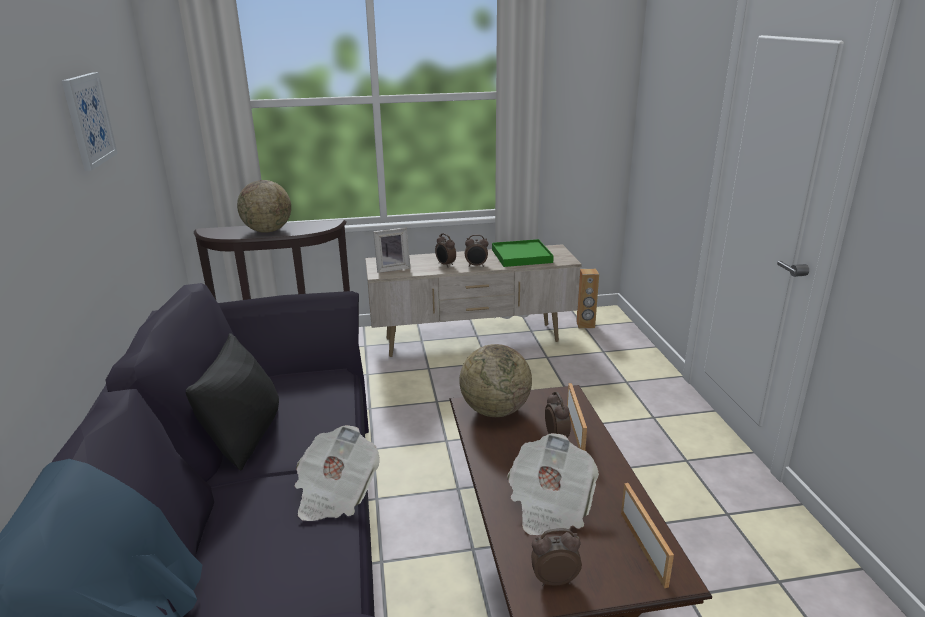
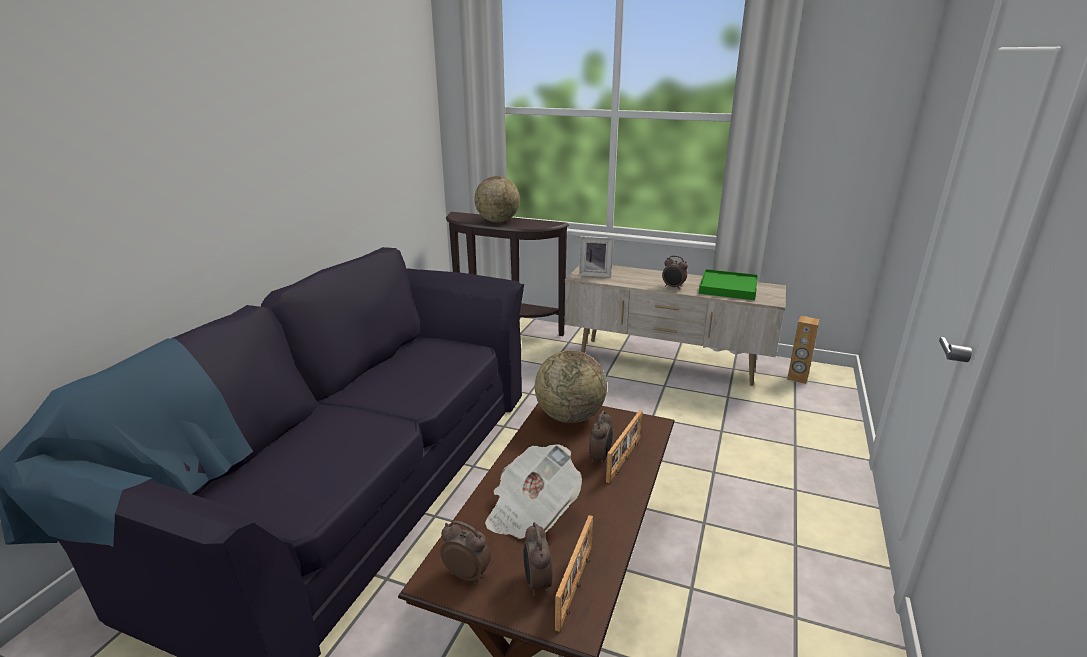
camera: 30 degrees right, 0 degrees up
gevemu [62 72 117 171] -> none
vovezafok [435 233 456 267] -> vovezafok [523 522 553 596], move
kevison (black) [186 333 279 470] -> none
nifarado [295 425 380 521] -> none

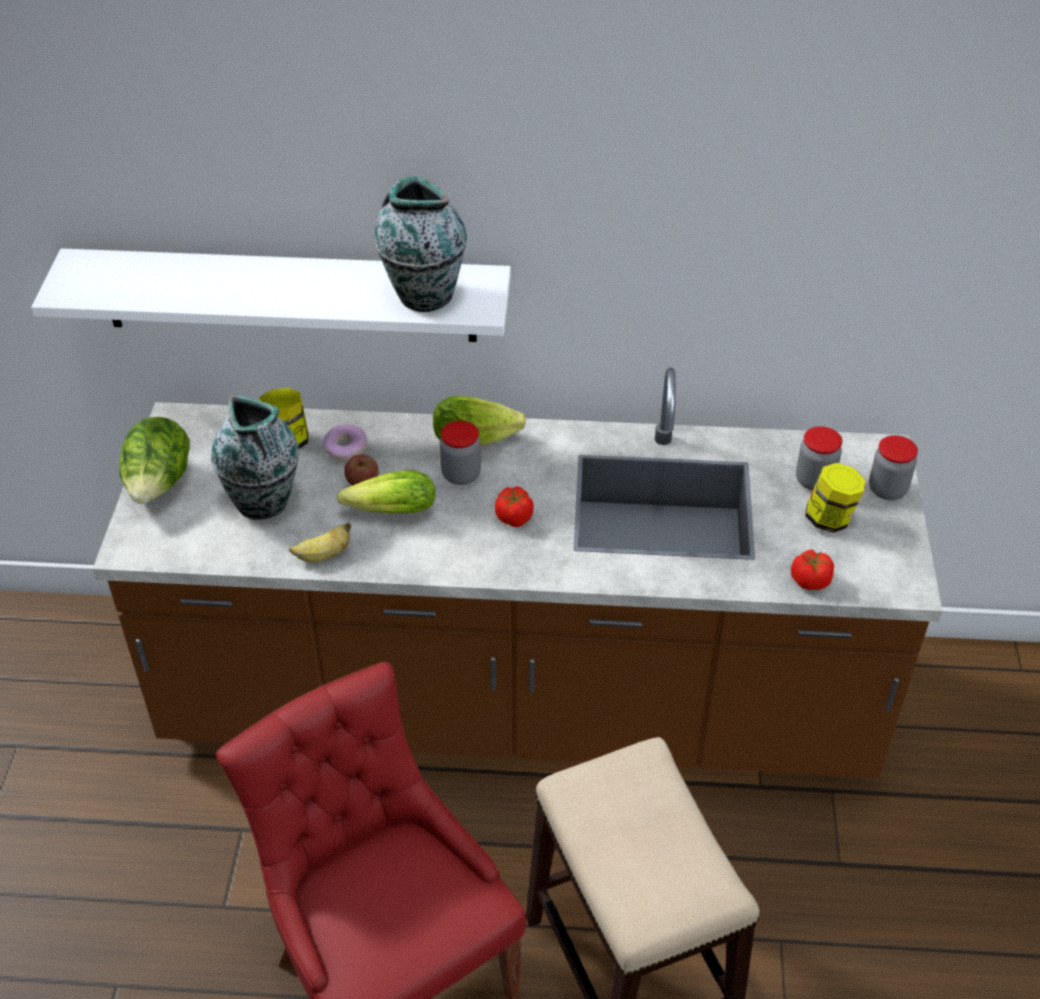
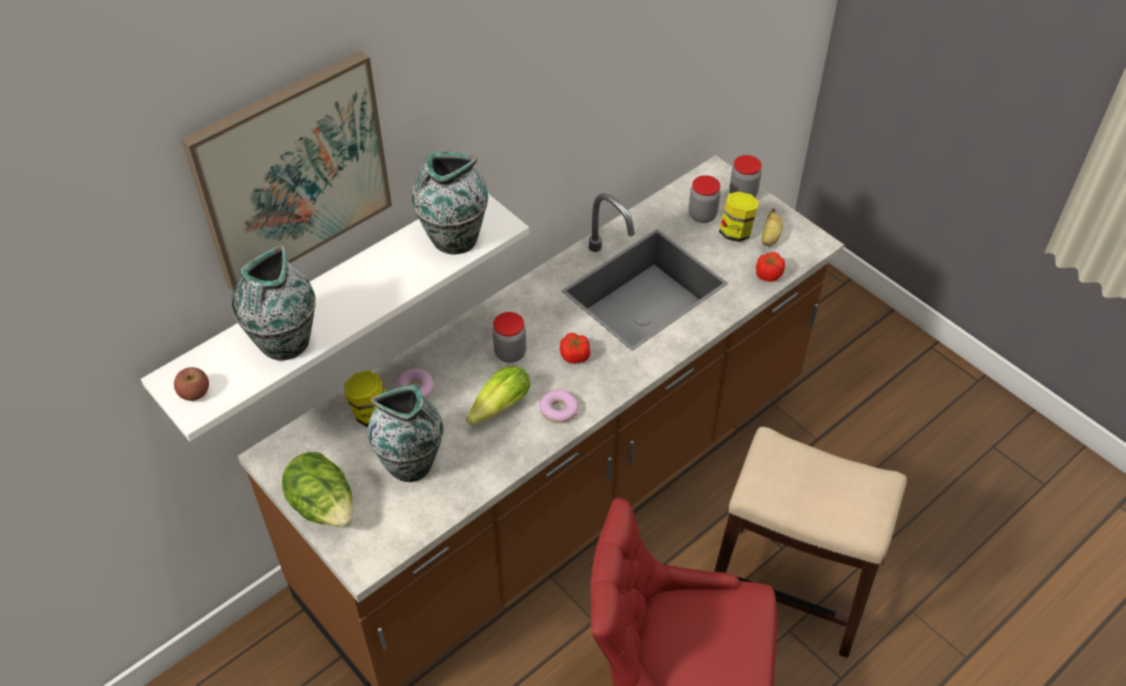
camera: 45 degrees left, 5 degrees up
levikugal [433 396 526 445] -> none
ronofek [344 454 379 486] -> ronofek [174 367 209 401], move
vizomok [289 522 351 562] -> vizomok [762 208 783 246], move
none -> gevemu [181 50 392 292]
none -> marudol [232 245 316 361]
none -> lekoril [539 390 579 424]

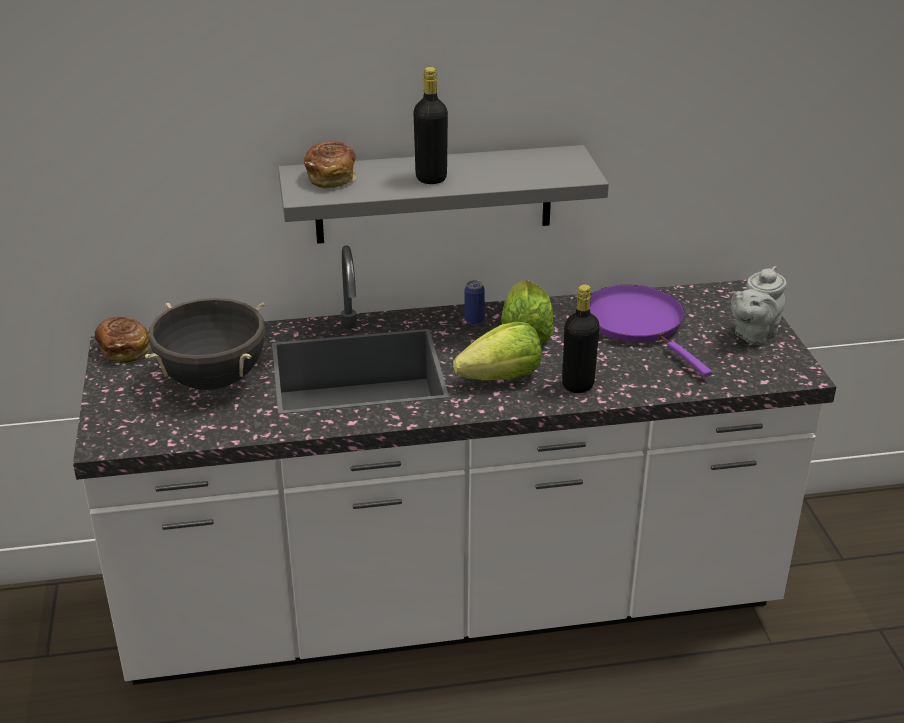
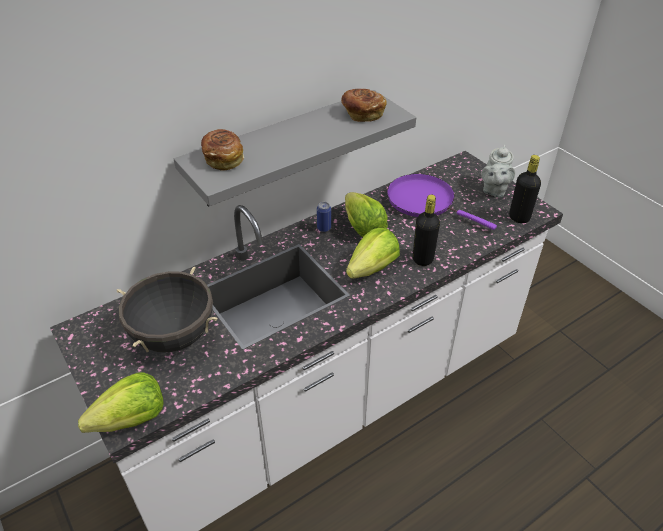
camera: 25 degrees left, 10 degrees up
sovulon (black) [413 67 448 184] -> sovulon (black) [509 155 541 223], move
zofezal [95 317 150 363] -> zofezal [341 89 386 122], move
none -> levikugal [78 372 164 433]

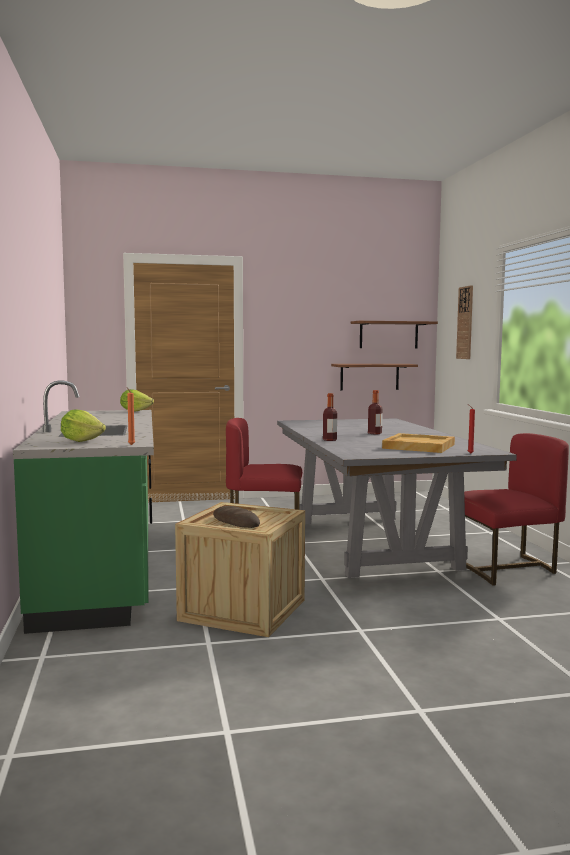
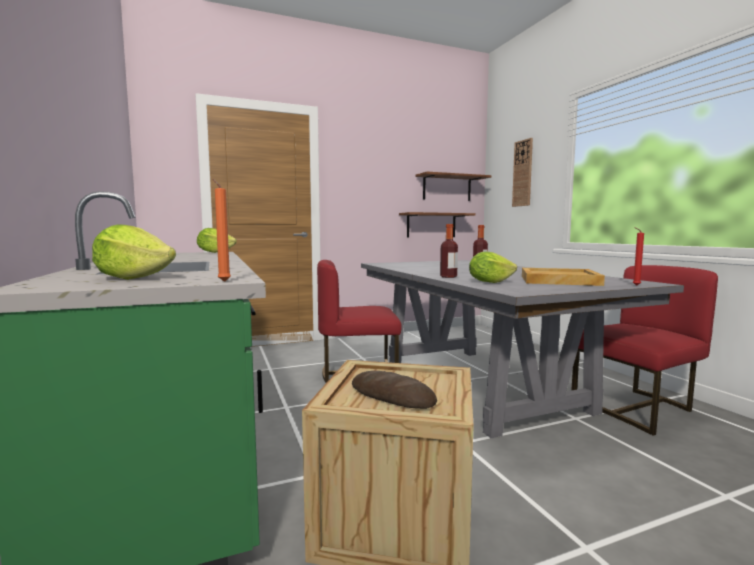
camera: 10 degrees left, 0 degrees up
none -> levikugal [469 251 517 283]

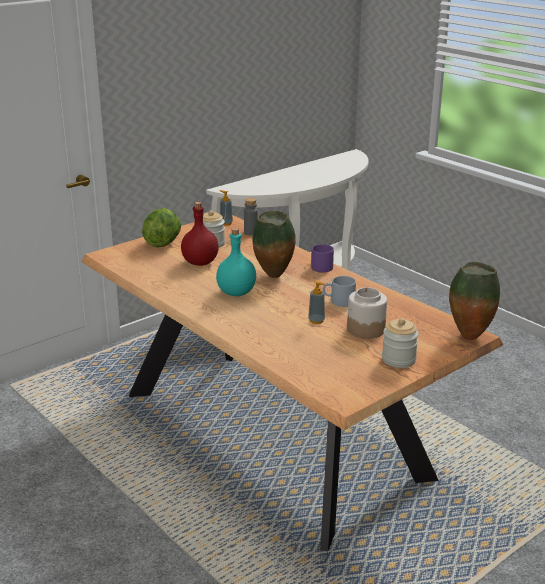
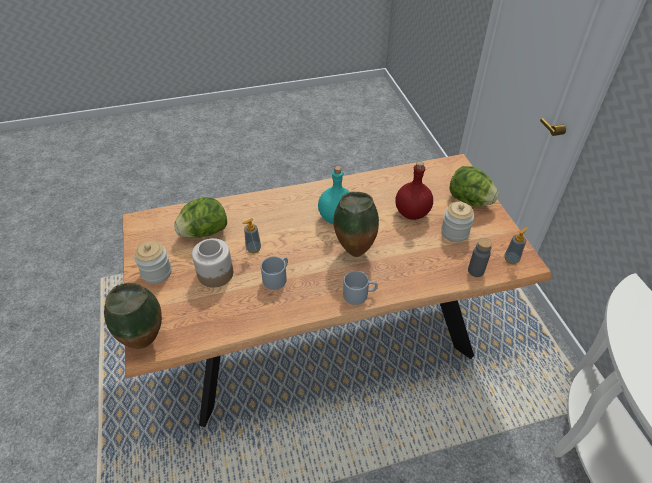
camera: 115 degrees right, 20 degrees up
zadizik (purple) [311 244 334 273] -> zadizik (grey) [343 271 378 305]
none -> levikugal [174 197 227 238]

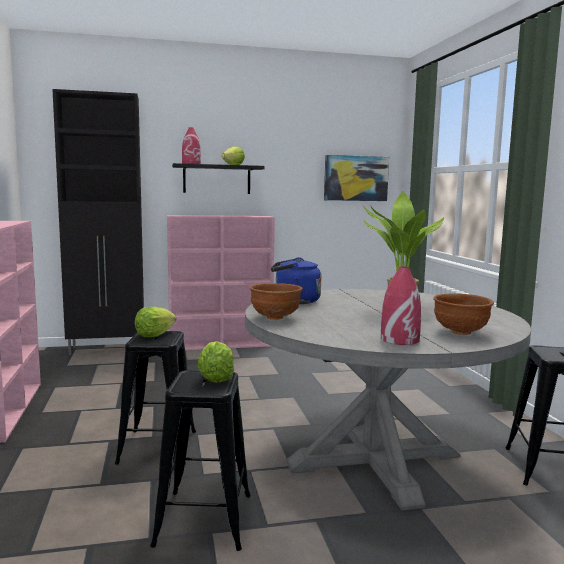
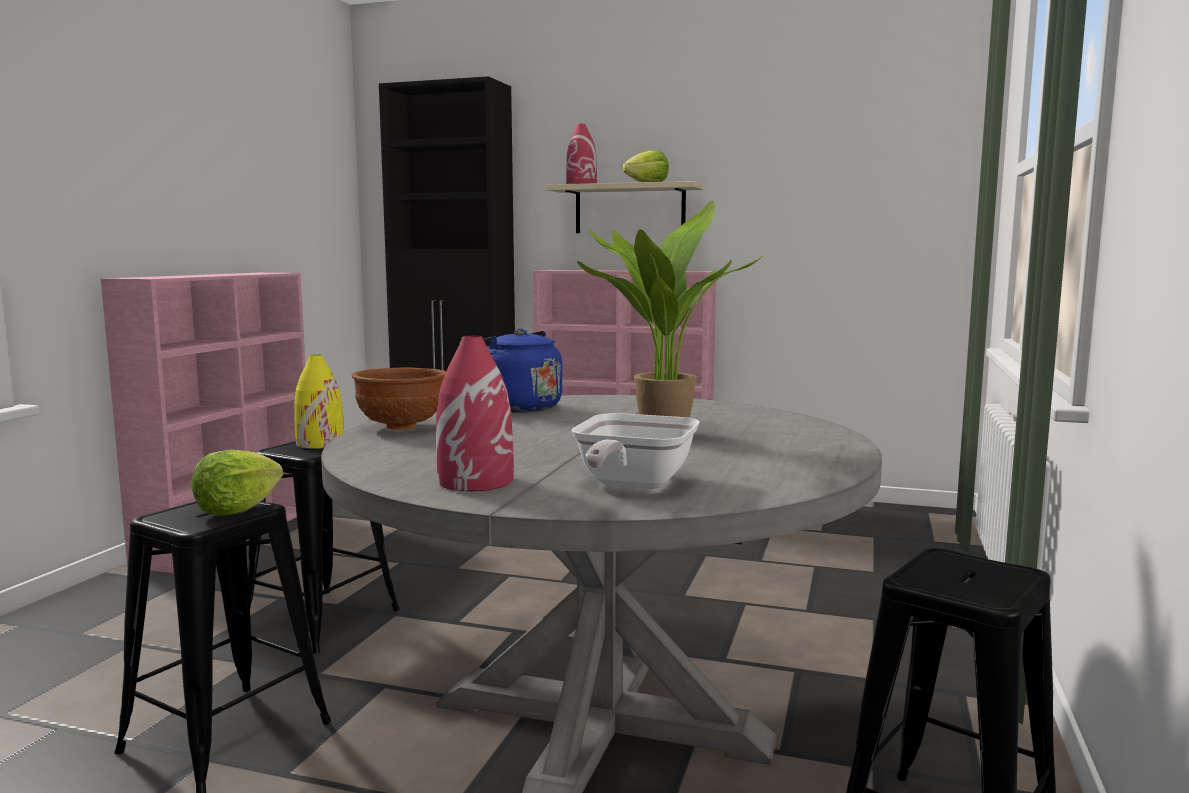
camera: 30 degrees right, 0 degrees up
gevemu [324 155 389 201] -> none
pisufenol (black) [172 163 265 194] -> pisufenol (beige) [546 181 704 233]
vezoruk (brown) [433 293 494 335] -> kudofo [571 413 700 489]
levikugal [134 306 176 337] -> marudol (yellow) [294 355 344 449]

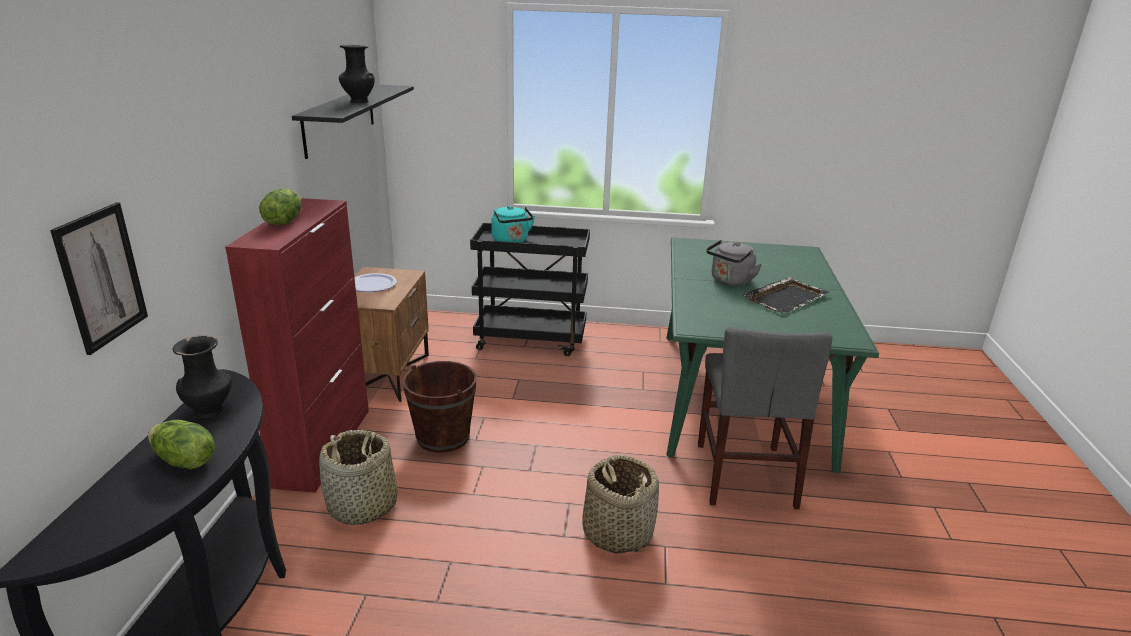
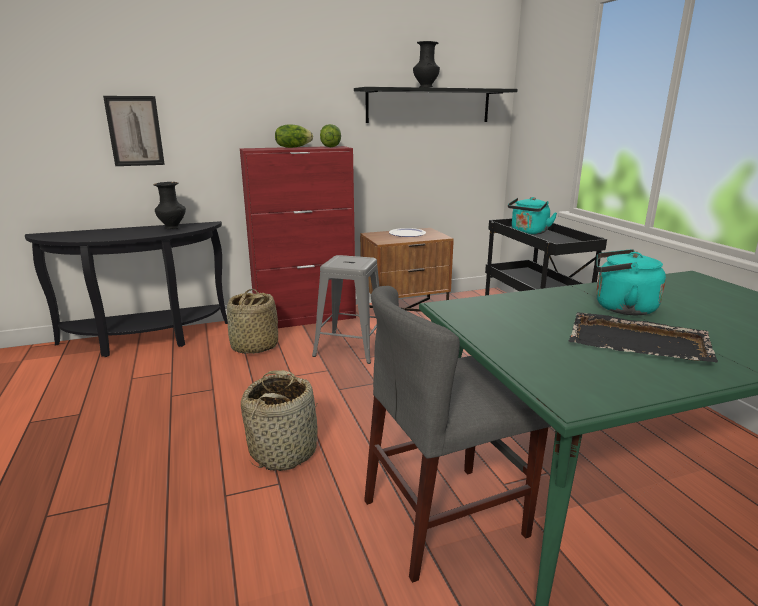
camera: 65 degrees right, 5 degrees down
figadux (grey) [706 240 762 286] -> figadux (turquoise) [596 249 666 315]
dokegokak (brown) [402 361 477 453] -> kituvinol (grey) [312 255 380 364]
levikugal [148 420 215 469] -> levikugal [320 124 341 147], move

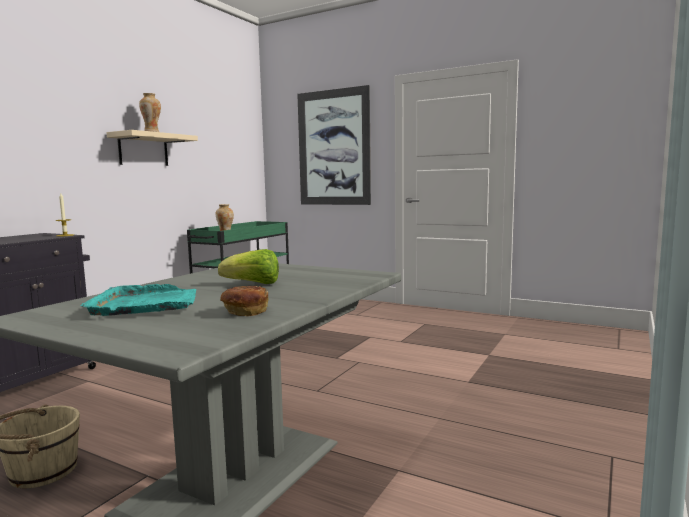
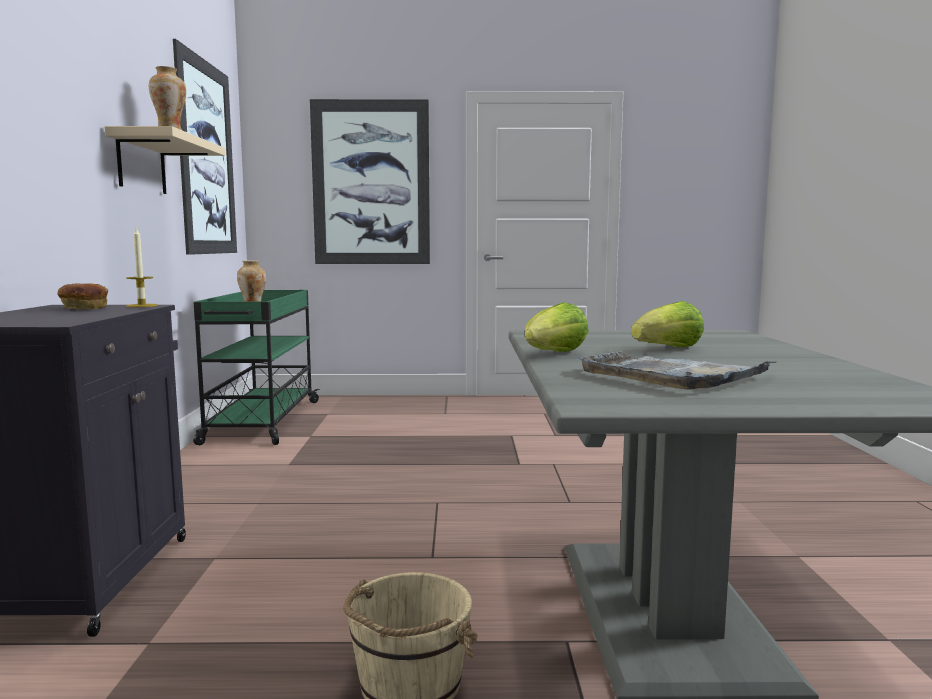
camera: 30 degrees left, 0 degrees up
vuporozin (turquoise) [80 284 196 316] -> vuporozin (grey) [577 351 776 389]
zofezal [220 285 269 316] -> zofezal [58 283 108 310], move
none -> gevemu [173 39 237 255]
none -> levikugal [525 302 589 352]

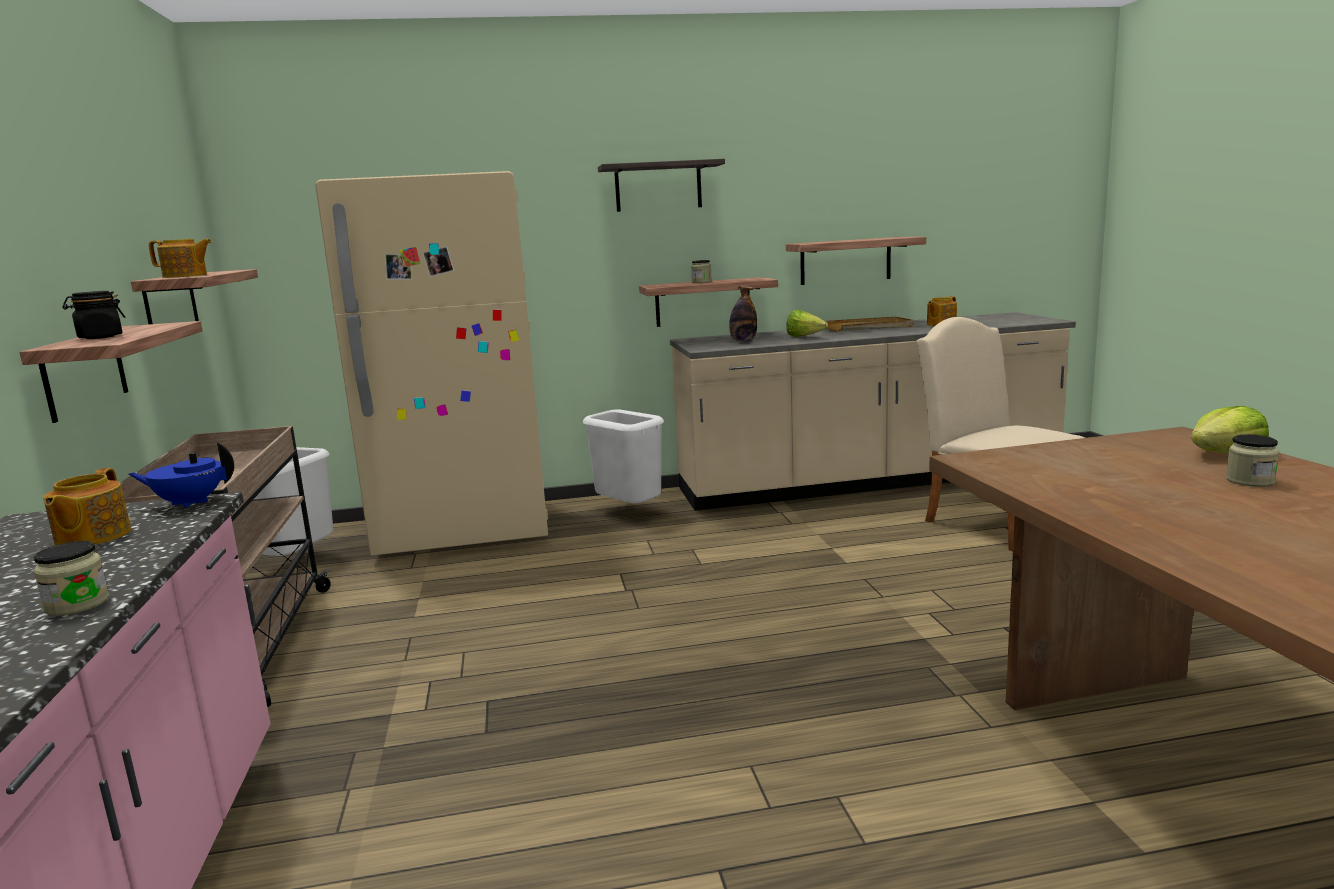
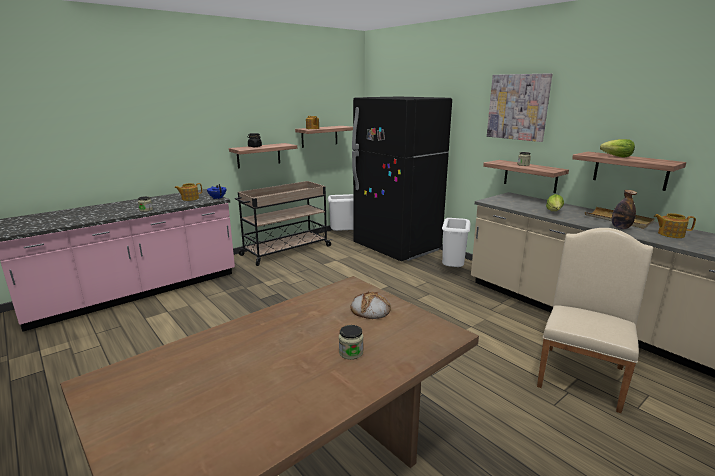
camera: 60 degrees right, 5 degrees up
pisufenol [598 159 725 212] -> gevemu [487 73 552 142]
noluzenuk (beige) [315 171 548 556] -> noluzenuk (black) [352 97 452 261]
sovulon [729 286 757 342] -> sovulon [612 190 637 229], move
levikugal [1191 406 1269 453] -> levikugal [600 139 635 157], move
none -> zofezal [350 292 391 319]

